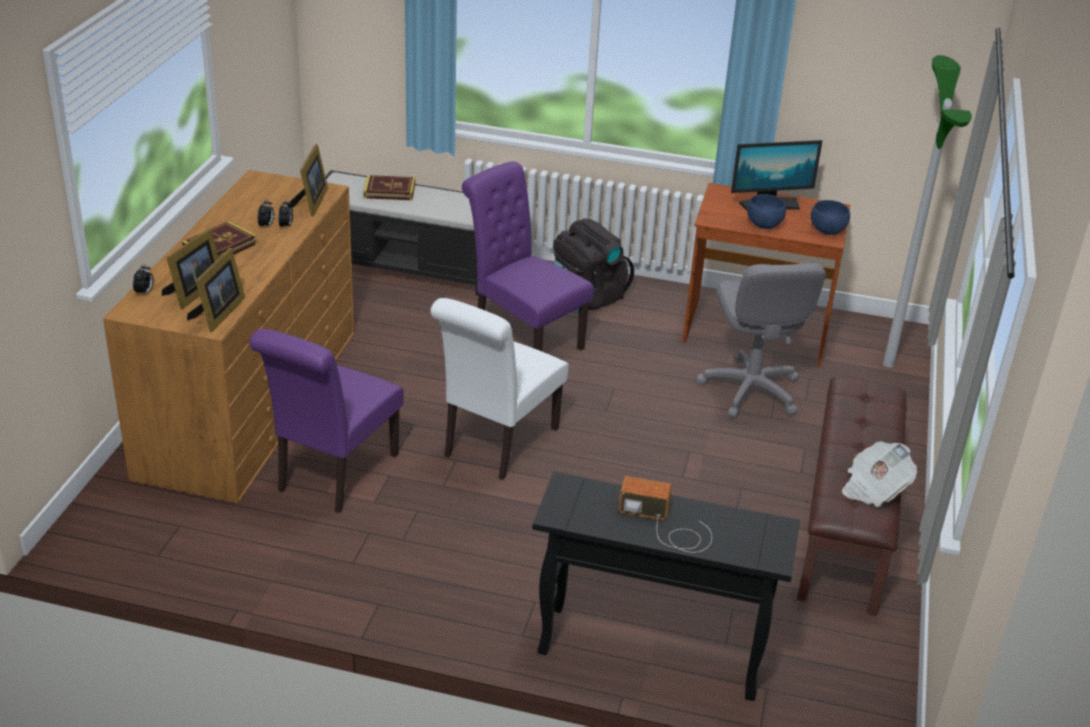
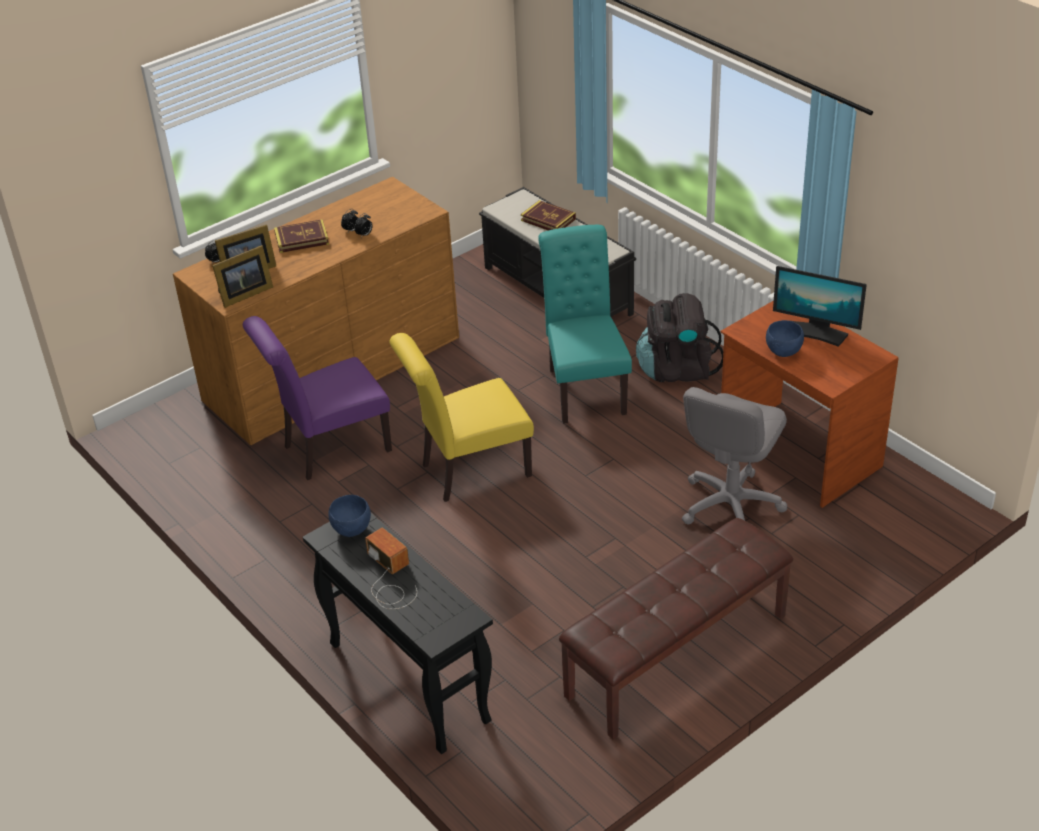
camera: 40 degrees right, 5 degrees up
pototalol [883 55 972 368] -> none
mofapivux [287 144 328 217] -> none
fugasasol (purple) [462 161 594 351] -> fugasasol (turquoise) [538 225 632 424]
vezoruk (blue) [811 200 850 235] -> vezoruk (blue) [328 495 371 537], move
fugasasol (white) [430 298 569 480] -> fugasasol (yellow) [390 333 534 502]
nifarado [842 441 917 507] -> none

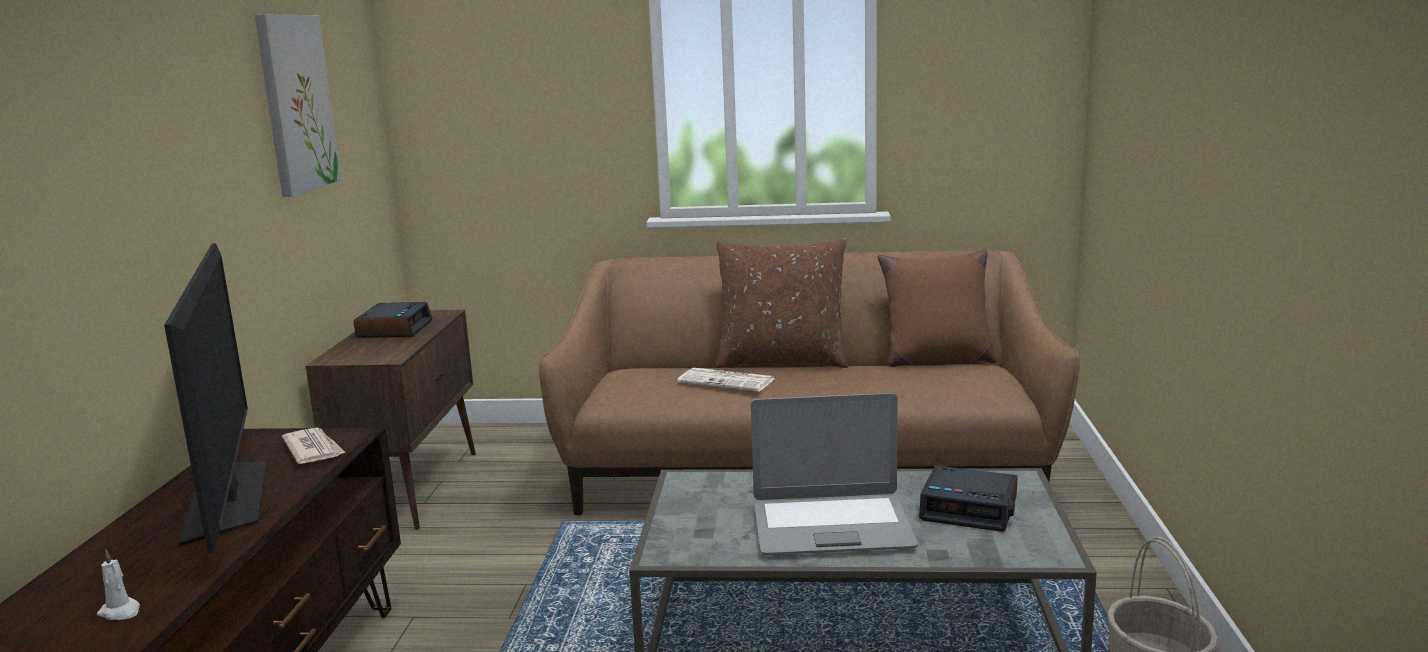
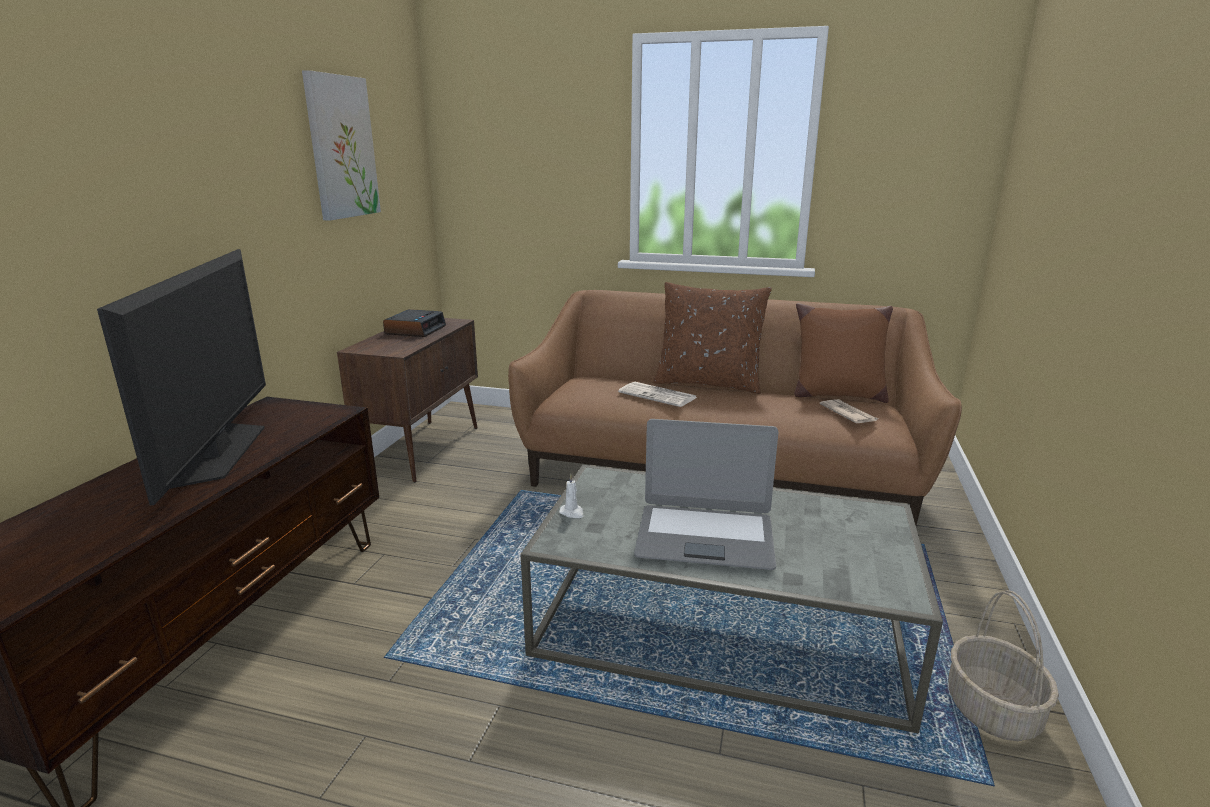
camera: 10 degrees right, 5 degrees up
nifarado [282 428 345 464] -> nifarado [819 399 878 424], move
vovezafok [919 465 1018 532] -> none
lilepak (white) [97 549 140 620] -> lilepak (white) [559 474 583 518], move

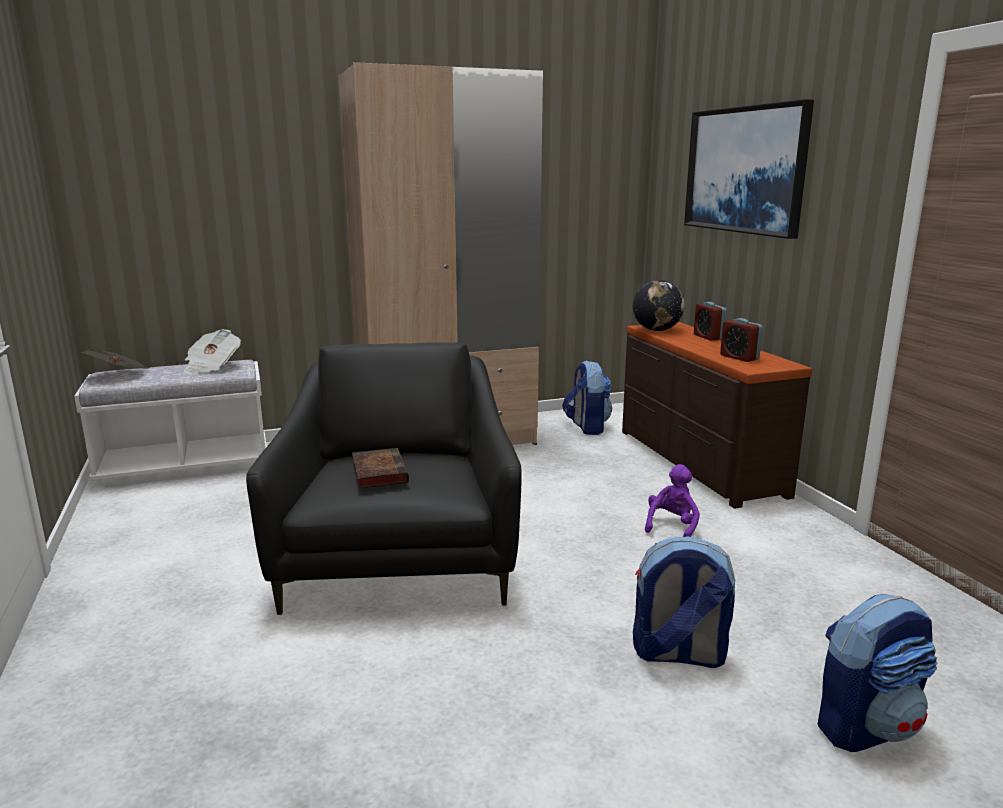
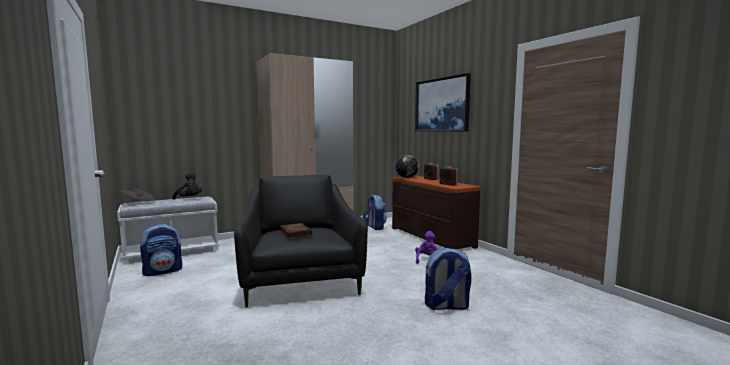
camera: 10 degrees left, 10 degrees down
nifarado [184 329 241 374] -> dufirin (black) [172 172 202 200]
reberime [818 594 938 752] -> reberime [140 224 182 276], move

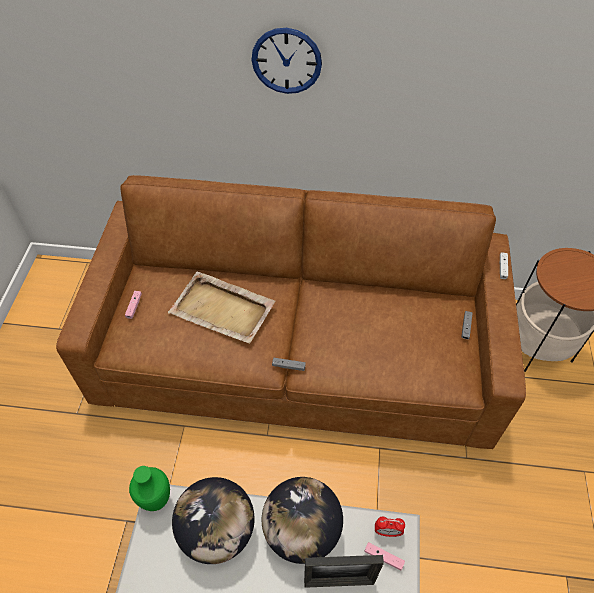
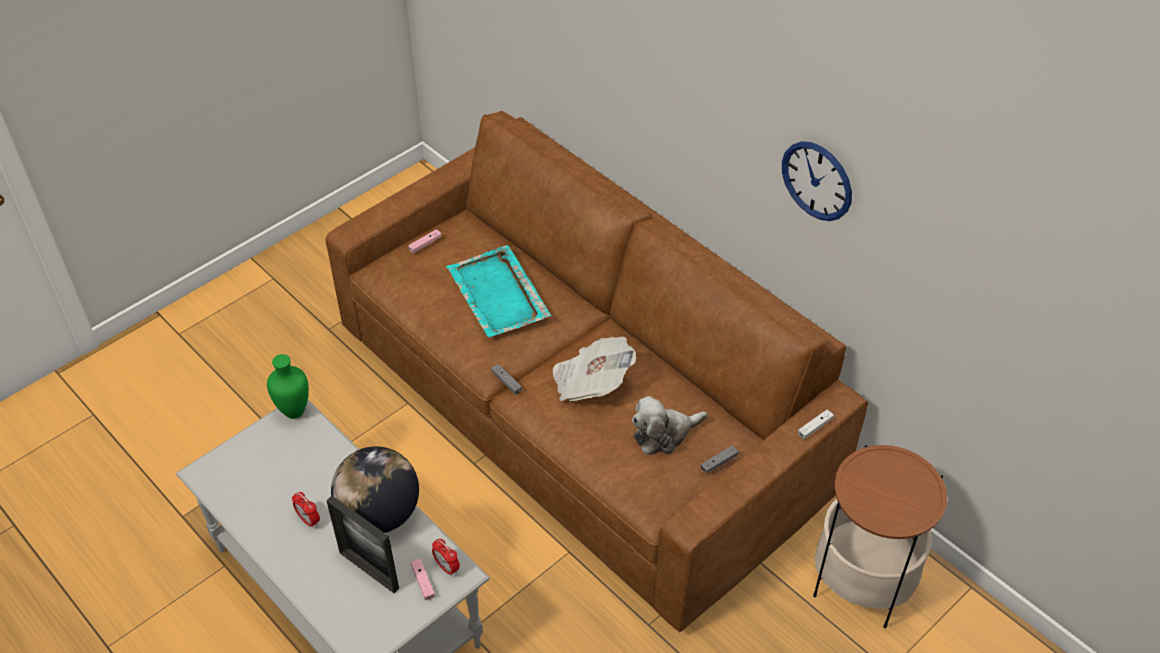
camera: 40 degrees right, 5 degrees down
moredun [251 28 322 94] -> moredun [782 141 852 221], move
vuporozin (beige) [168 271 275 344] -> vuporozin (turquoise) [446 245 551 338]
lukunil [172 477 255 564] -> none
none -> nifarado [552 337 636 401]
none -> dufirin [632 396 707 455]
none -> vovezafok [292 492 320 528]

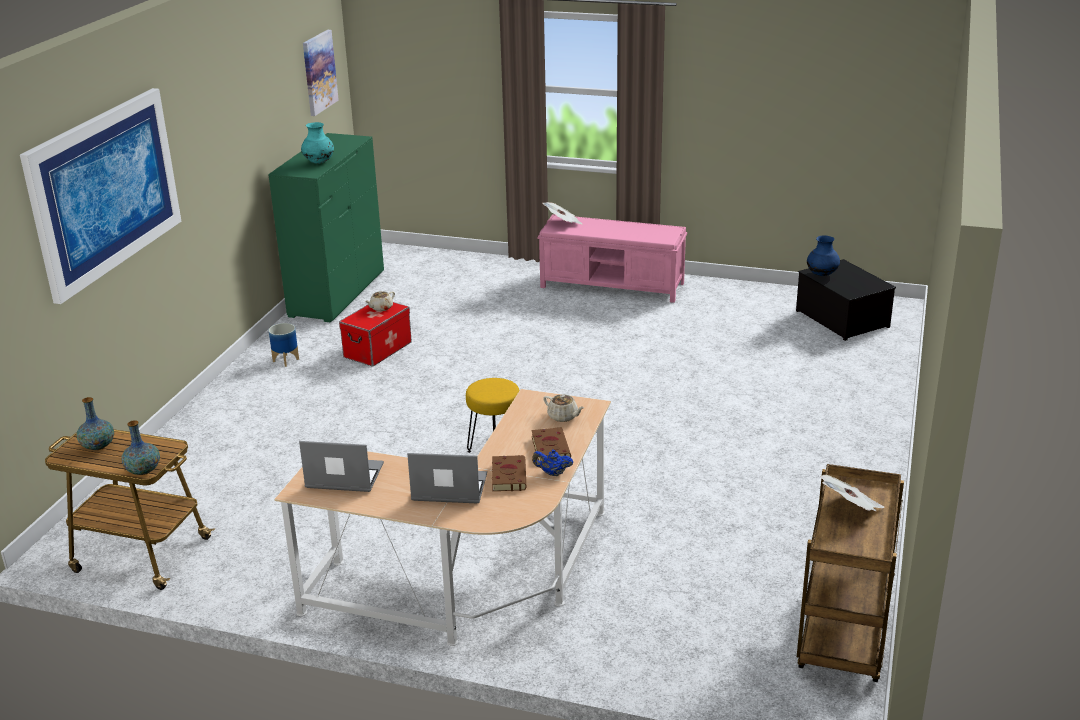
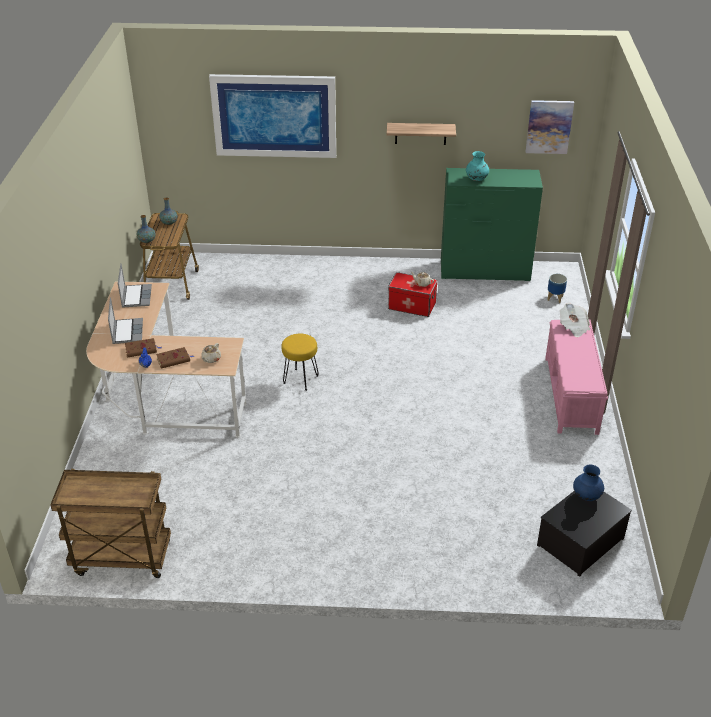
camera: 75 degrees right, 10 degrees up
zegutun [269 323 299 367] -> zegutun [547 274 567 303], move
nifarado [820 475 885 511] -> none
none -> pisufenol [386 123 456 145]

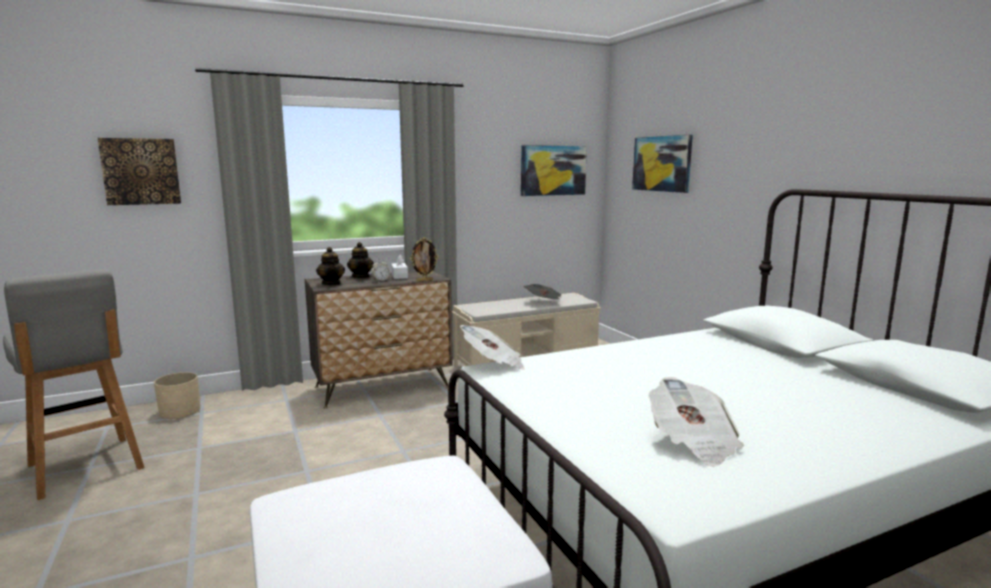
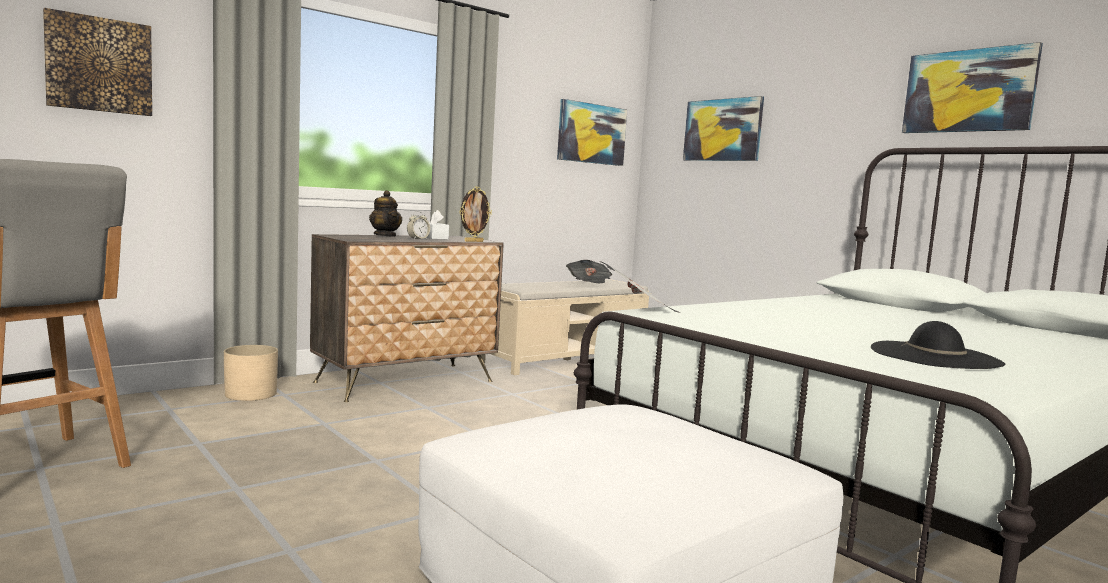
camera: 15 degrees left, 5 degrees down
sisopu [316 247 345 285] -> none
zegutun (beige) [154 372 200 419] -> zegutun (beige) [224 345 278 401], move
nifarado [648 377 744 467] -> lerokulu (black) [871 321 1005 369]
none -> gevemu [902 42 1043 133]

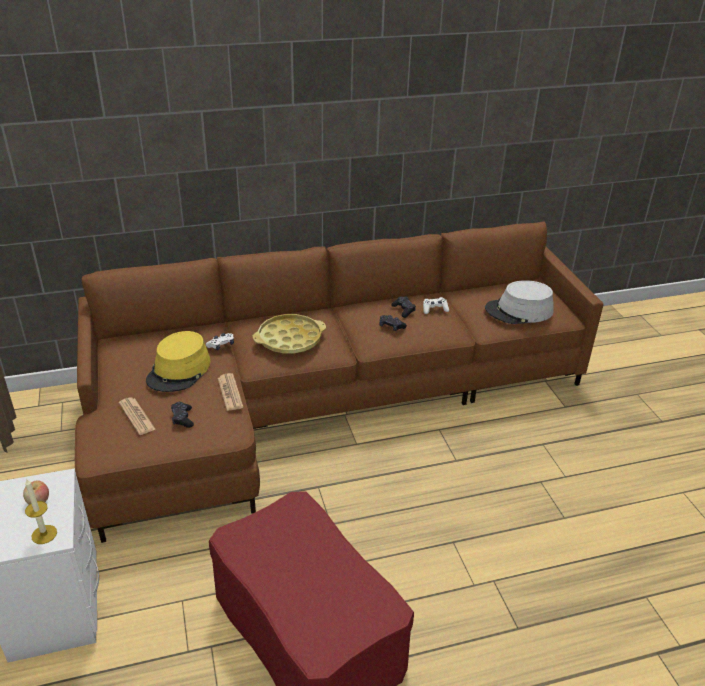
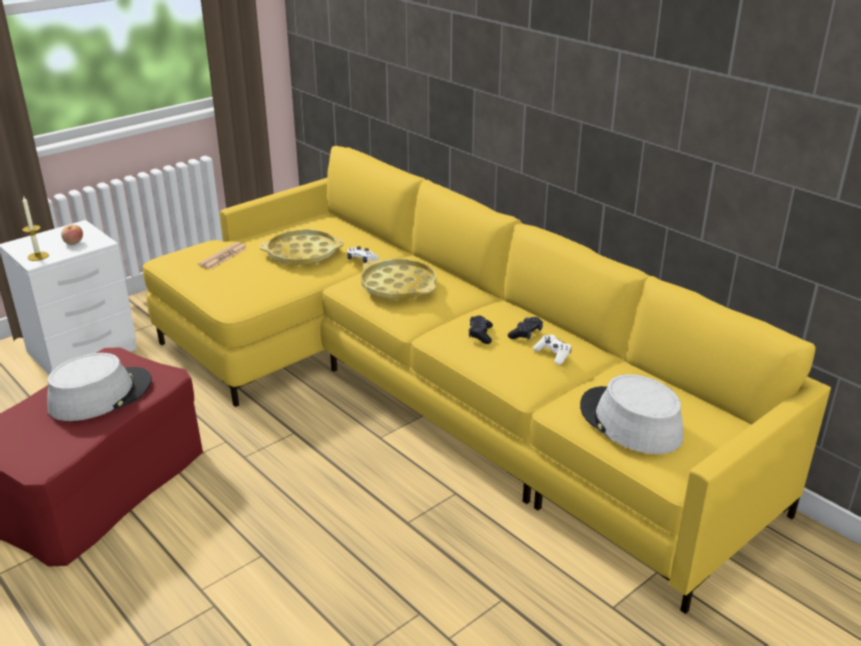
camera: 65 degrees right, 5 degrees down
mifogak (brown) [75 221 604 543] -> mifogak (yellow) [143 146 831 614]
lerokulu (yellow) [146 331 211 392] -> vuporozin (yellow) [260 229 344 266]
nifarado [218 373 243 411] -> none
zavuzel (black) [171 402 194 428] -> none
none -> lerokulu (grey) [47 353 152 421]

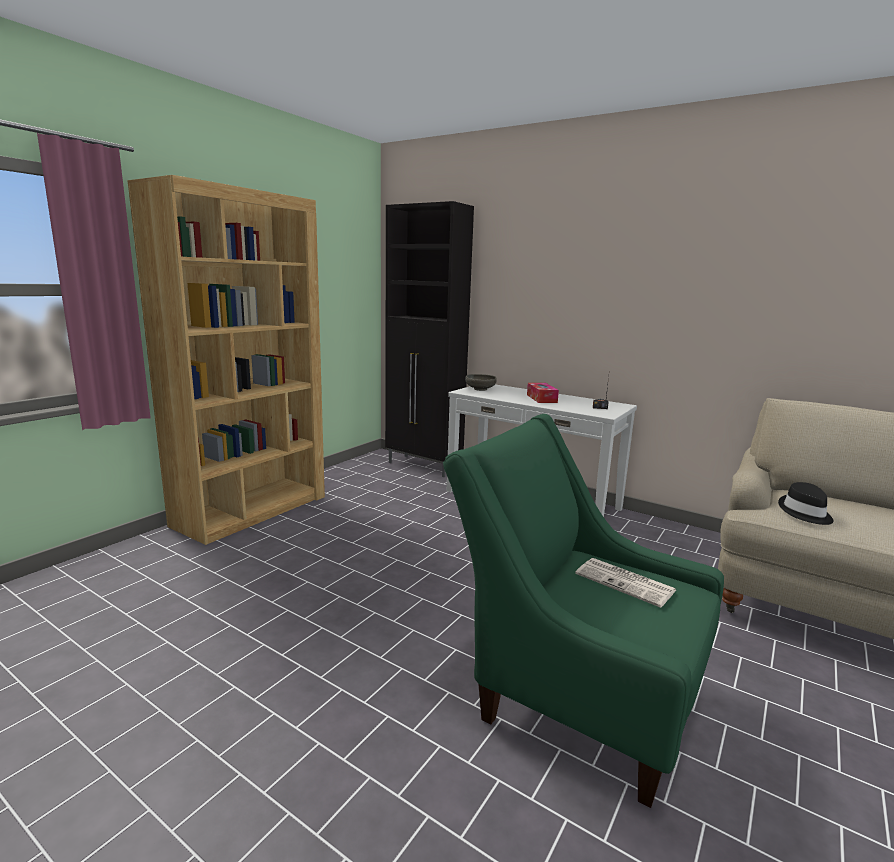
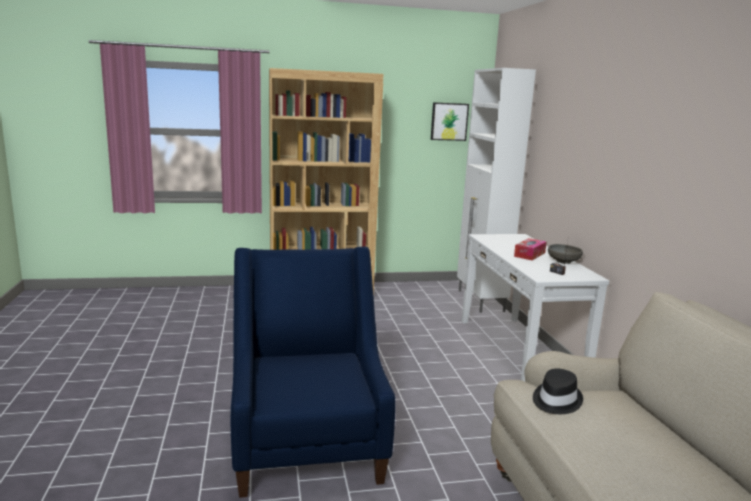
camera: 45 degrees right, 0 degrees up
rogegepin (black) [385 201 474 477] -> rogegepin (white) [457 68 536 313]
vezoruk (grey) [465 374 497 391] -> vezoruk (grey) [548 244 583 264], move
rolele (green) [443 414 724 808] -> rolele (blue) [231 247 395 498]
nifarado [575 558 676 608] -> none
none -> gevemu [431 102 469 141]

